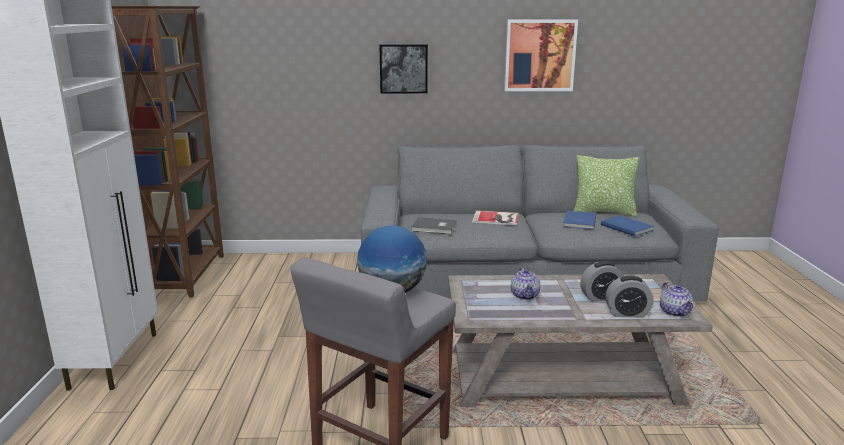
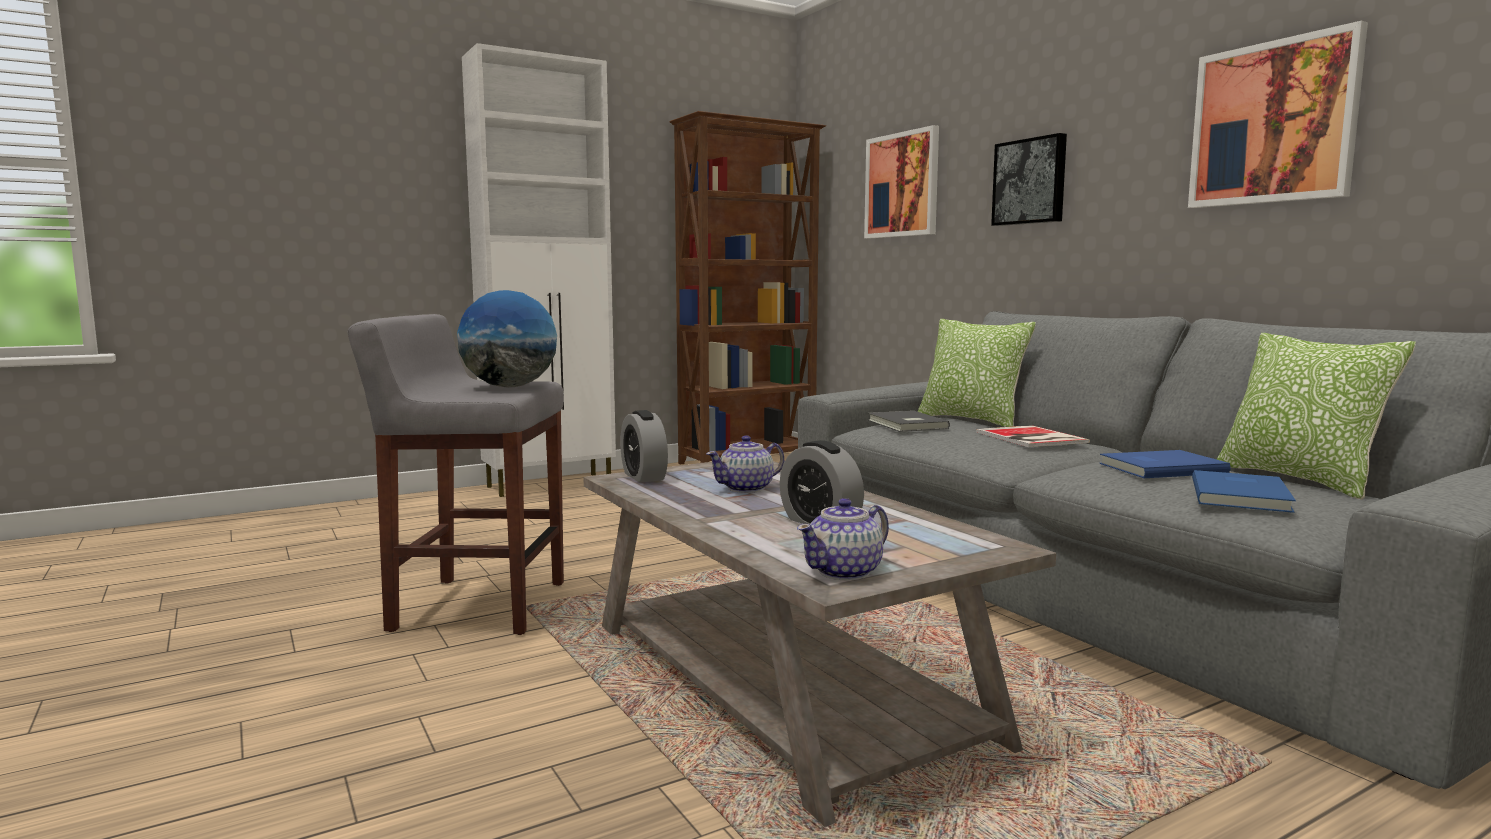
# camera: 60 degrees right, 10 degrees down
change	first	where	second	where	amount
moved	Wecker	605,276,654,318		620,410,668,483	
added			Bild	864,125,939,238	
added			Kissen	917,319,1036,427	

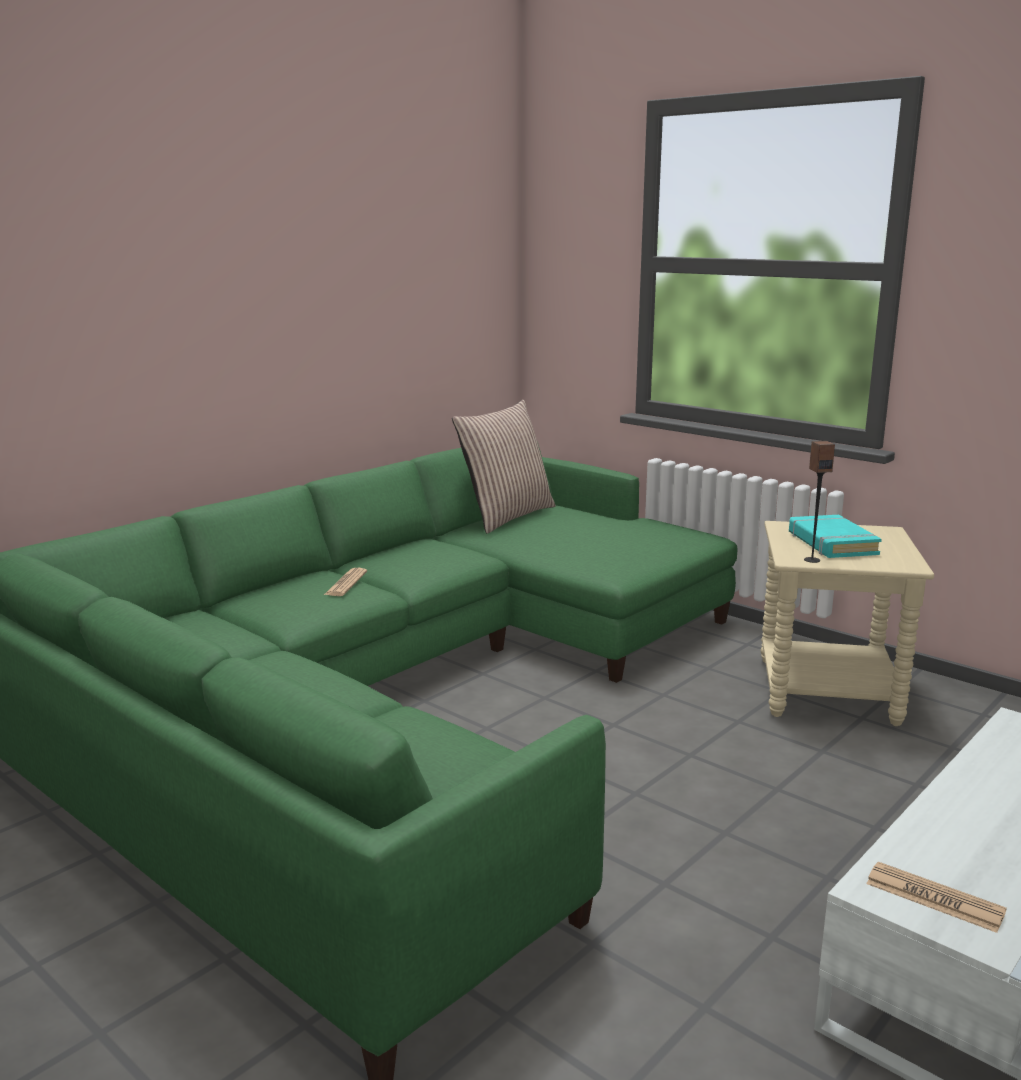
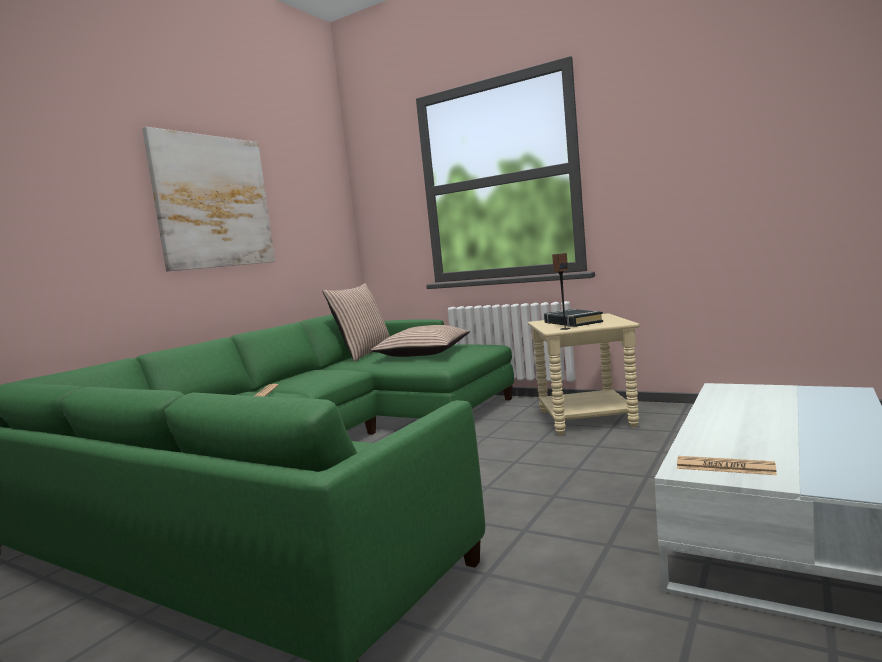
# camera: 10 degrees left, 10 degrees down
change	first	where	second	where	amount
added			Bild	142,127,275,271	
added			Kissen	371,325,470,357	
recoloured	Buch (türkis)	789,515,882,558	Buch (schwarz)	544,309,603,327	

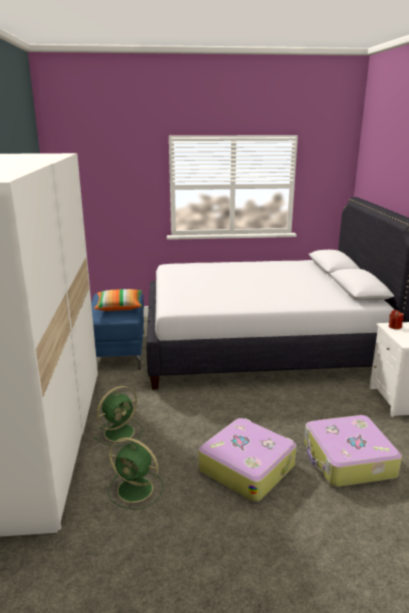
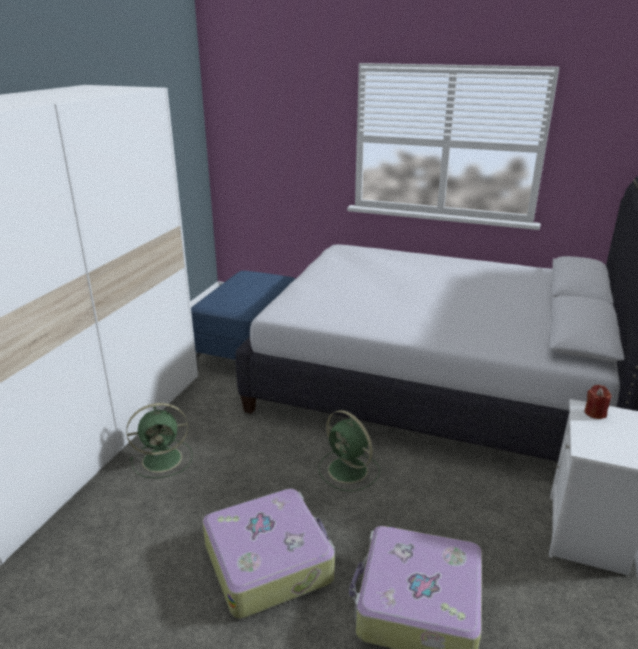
# camera: 25 degrees right, 5 degrees up
change	first	where	second	where	amount
moved	Ventilator (grün)	108,437,163,510		319,410,380,491	
removed	Kissen	94,289,142,311			

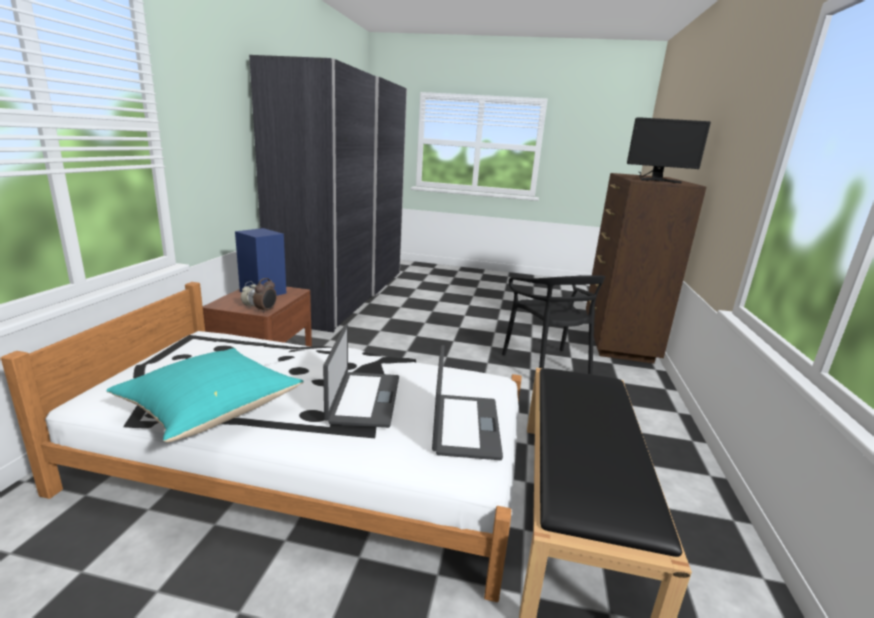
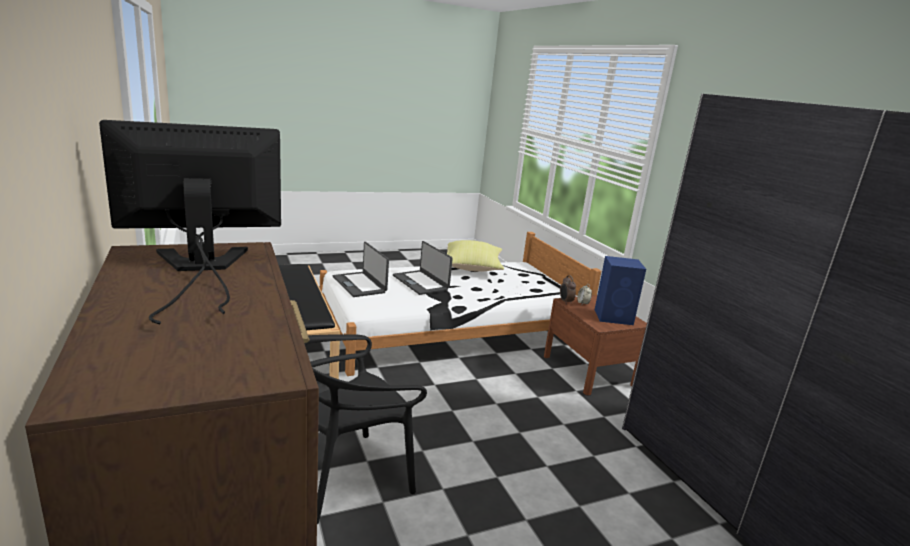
# camera: 145 degrees right, 0 degrees up
change	first	where	second	where	amount
turned	Stuhl (schwarz)	502,275,605,374		304,334,427,524	75 degrees counterclockwise
recoloured	Kissen (türkis)	106,348,304,442	Kissen (gelb)	447,240,504,272	

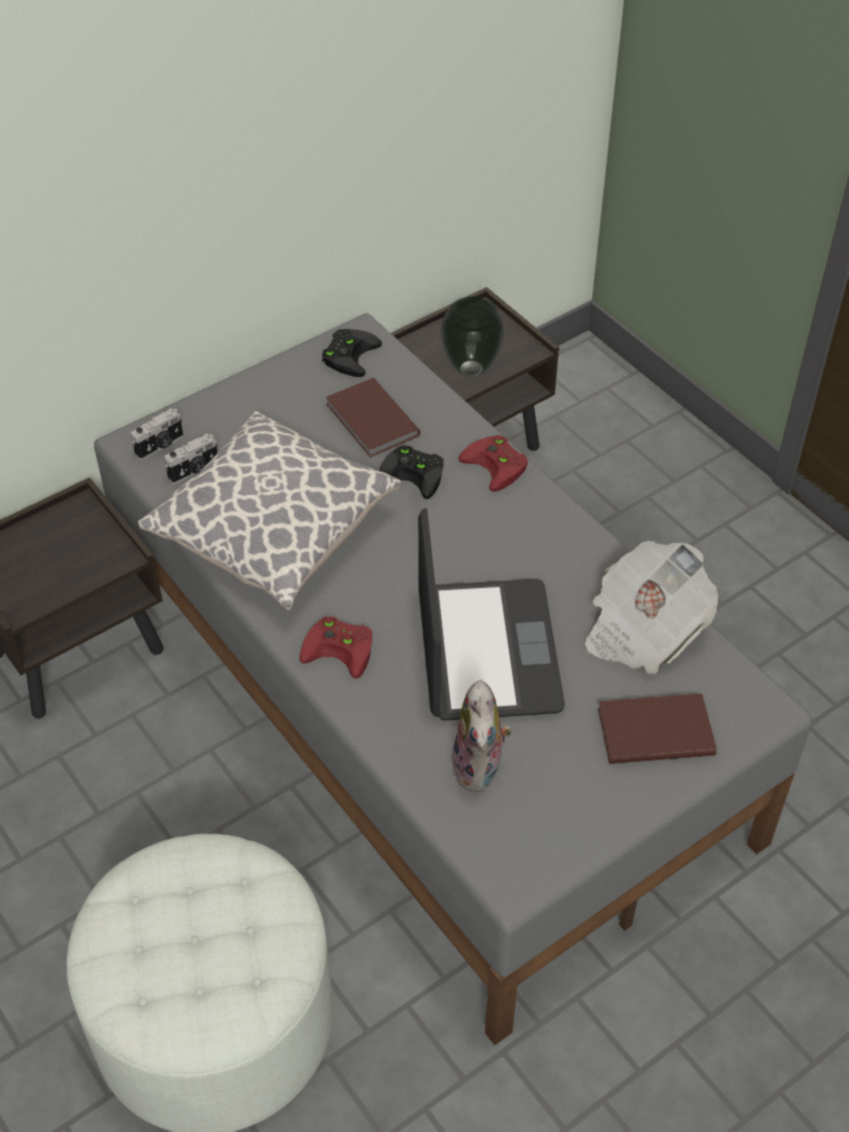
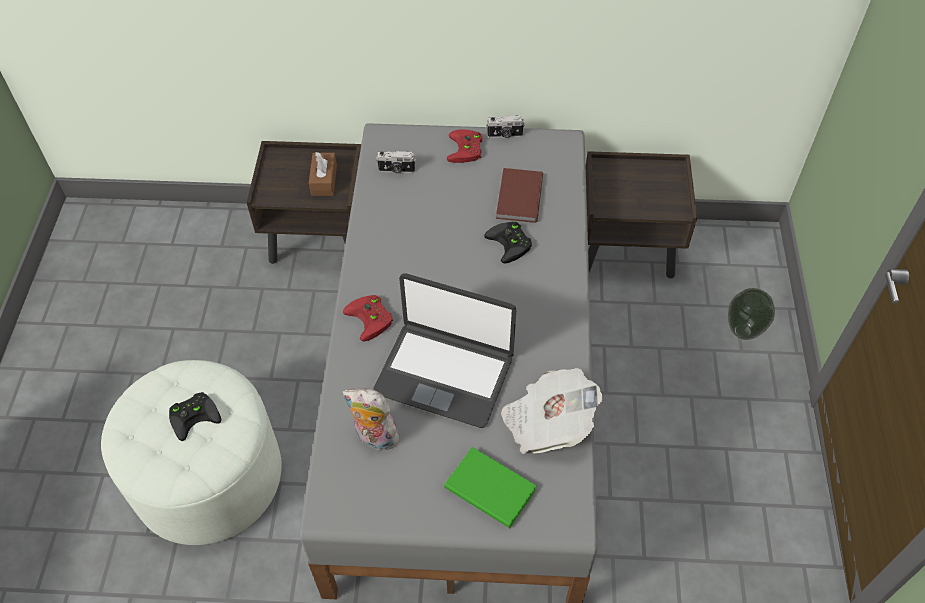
# camera: 40 degrees right, 5 degrees up
change	first	where	second	where	amount
moved	Gamepad (schwarz)	322,329,382,377		169,392,222,441	
added			Taschentuchbox (braun)	309,152,337,196	
turned	Plüschtier	451,680,512,792		342,388,401,450	75 degrees clockwise
turned	Laptop	418,508,565,721		373,273,516,428	75 degrees clockwise
recoloured	Buch (braun)	598,693,717,764	Buch (grün)	444,447,537,528	
moved	Gamepad (rot)	459,435,528,492		447,129,483,163	
moved	Kamera	131,408,183,460		486,116,525,138	
moved	Vase	440,296,504,377		728,288,775,340	
removed	Kissen	138,411,401,611			

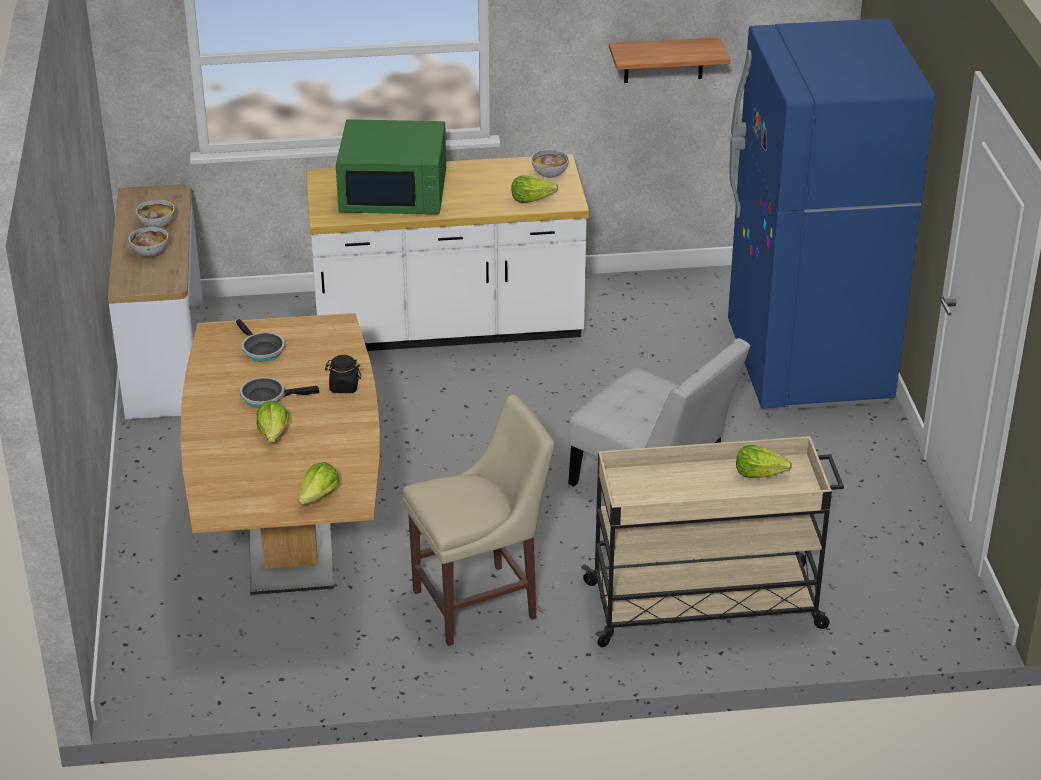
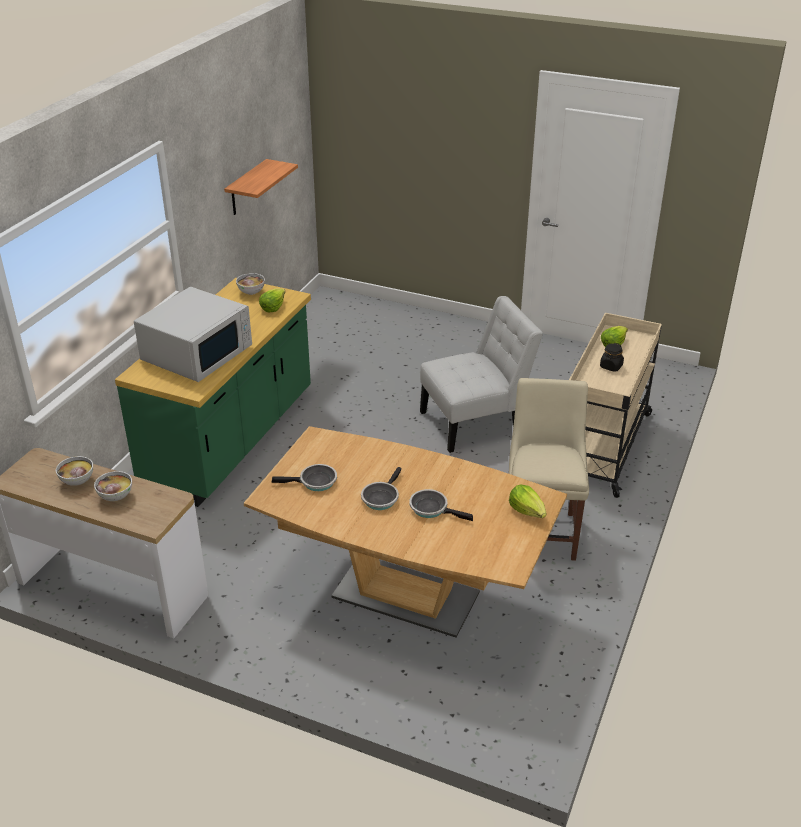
# camera: 60 degrees left, 0 degrees up
change	first	where	second	where	amount
recoloured	Küchenzeile (weiß)	306,154,589,351	Küchenzeile (grün)	115,278,311,507	
recoloured	Mikrowelle (grün)	336,119,446,215	Mikrowelle (weiß)	134,287,252,382	
replaced	Salatkopf	257,401,289,443	Pfanne	409,489,473,521	
moved	Vorratsglas (schwarz)	325,355,361,393		600,343,624,372	
removed	Kühlschrank (blau)	728,18,935,410			

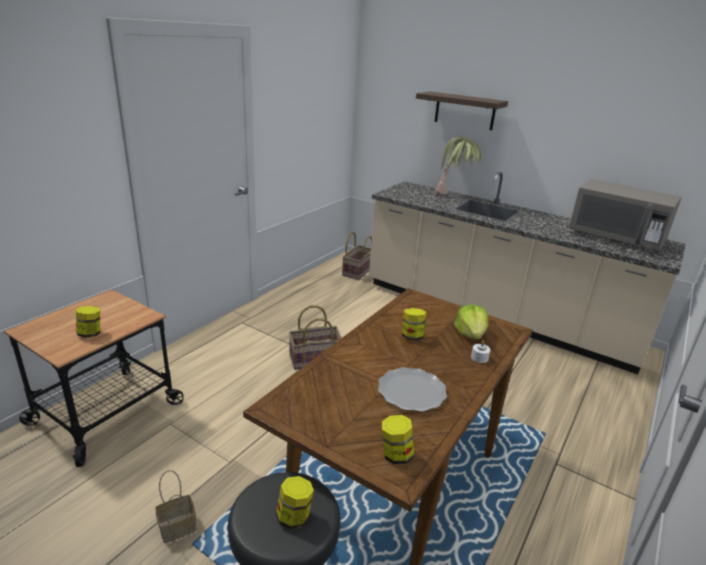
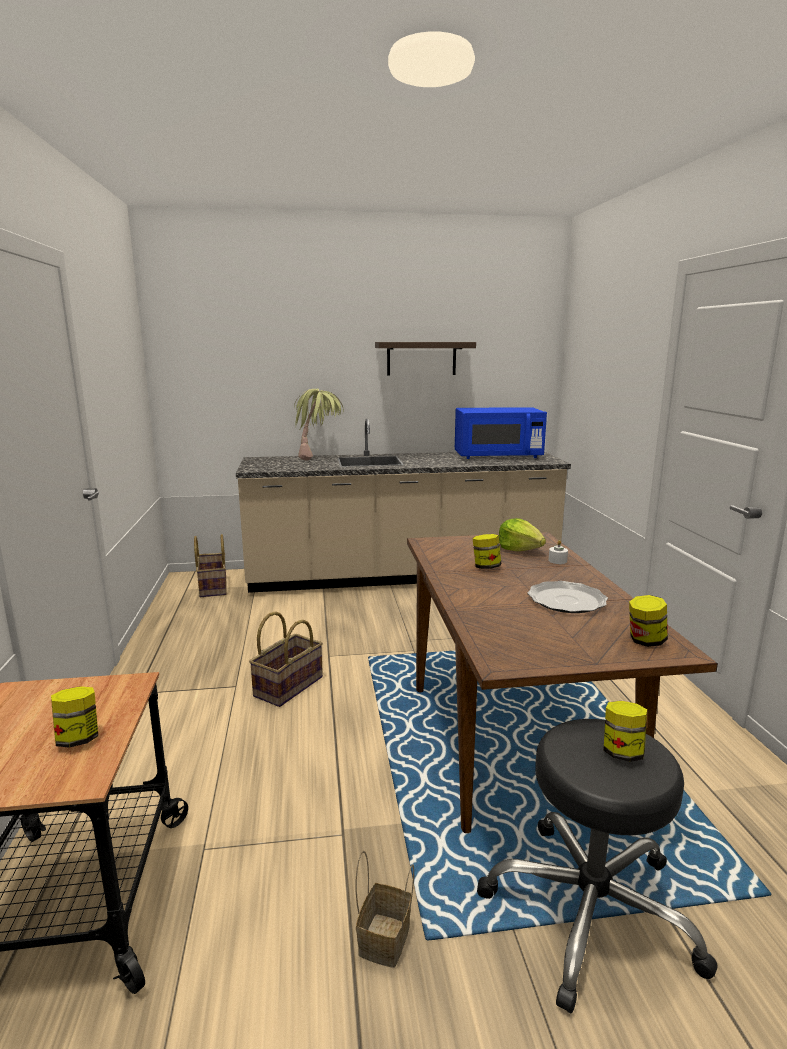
# camera: 40 degrees left, 10 degrees down
change	first	where	second	where	amount
moved	Wandregal	416,91,508,130		375,342,476,375	
recoloured	Mikrowelle (grau)	569,179,681,252	Mikrowelle (blau)	455,407,547,459	

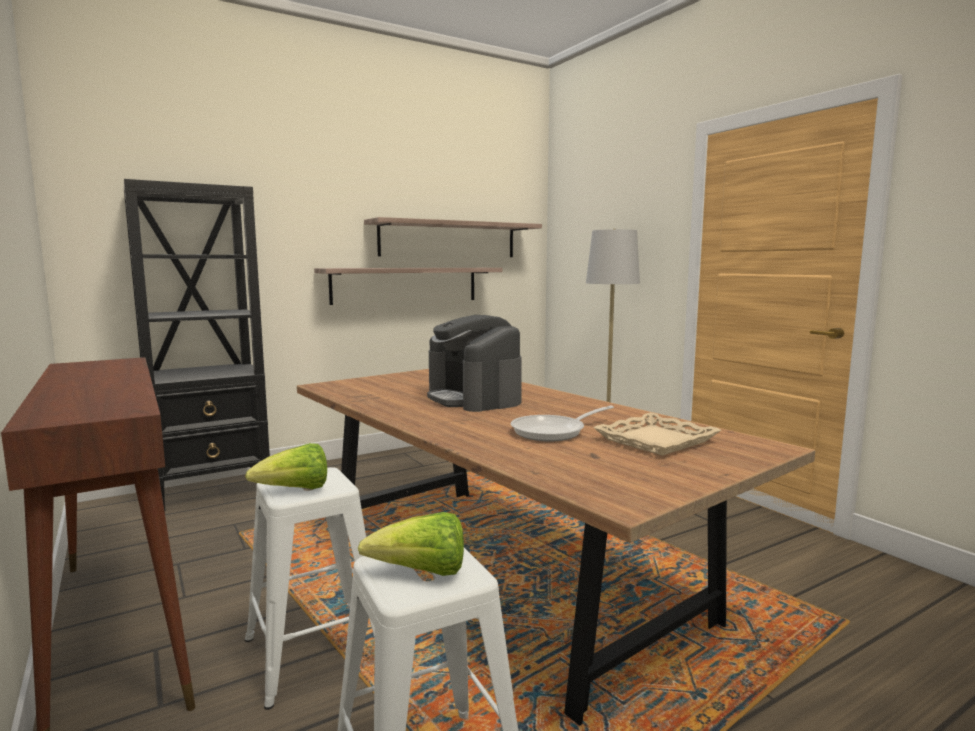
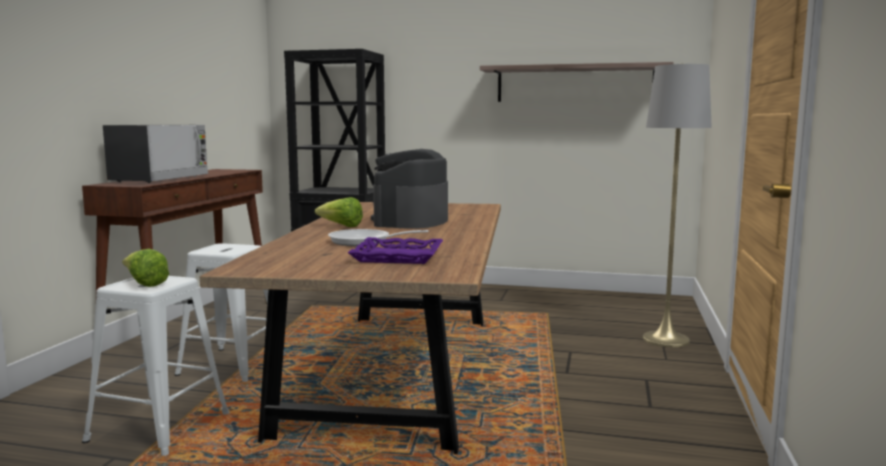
# camera: 45 degrees right, 0 degrees up
change	first	where	second	where	amount
added			Mikrowelle	103,125,208,183	
moved	Salatkopf	245,443,327,489		315,197,363,227	
recoloured	Tablett (beige)	593,412,721,456	Tablett (lila)	348,237,443,264	
removed	Wandregal	314,268,503,305			

